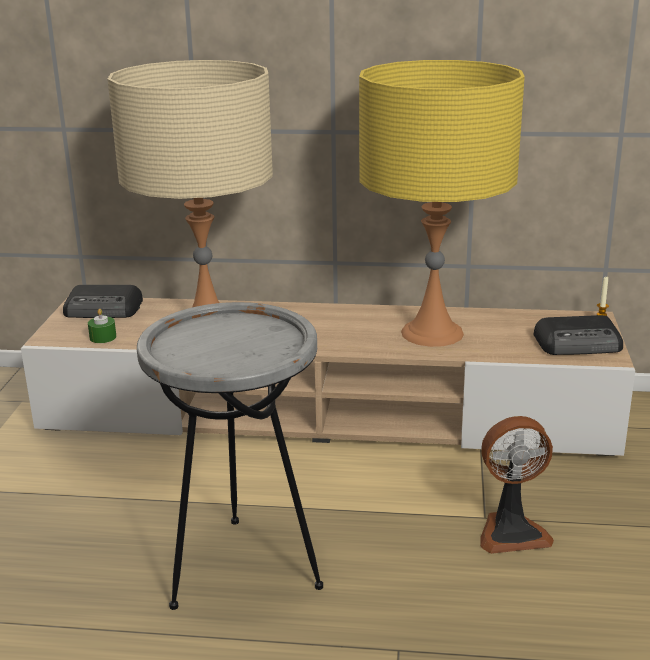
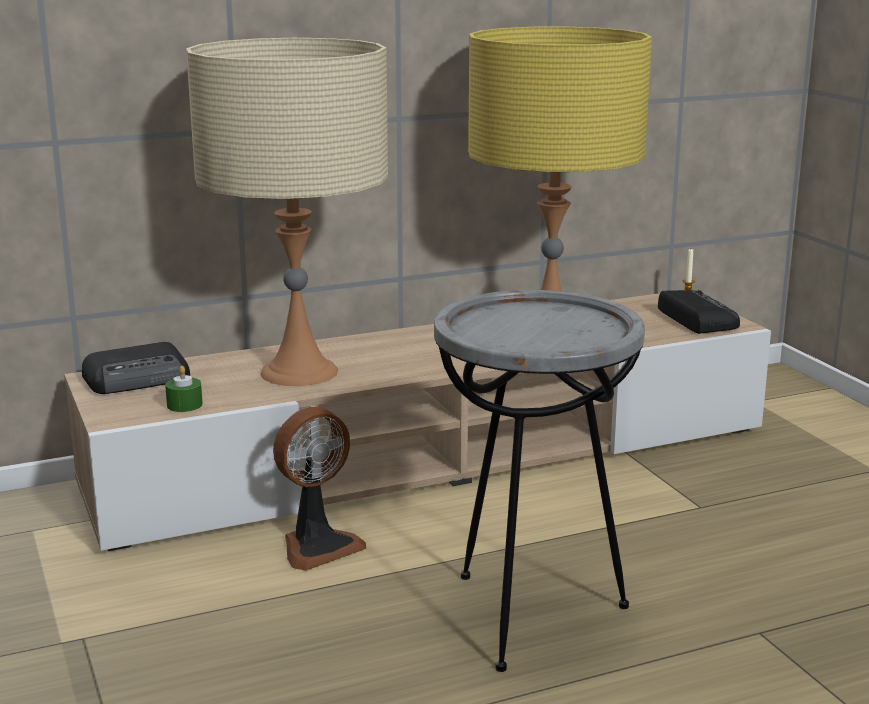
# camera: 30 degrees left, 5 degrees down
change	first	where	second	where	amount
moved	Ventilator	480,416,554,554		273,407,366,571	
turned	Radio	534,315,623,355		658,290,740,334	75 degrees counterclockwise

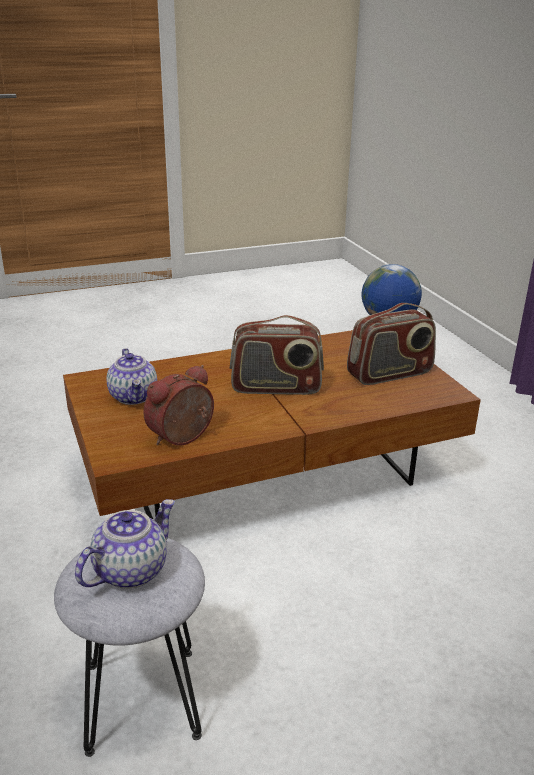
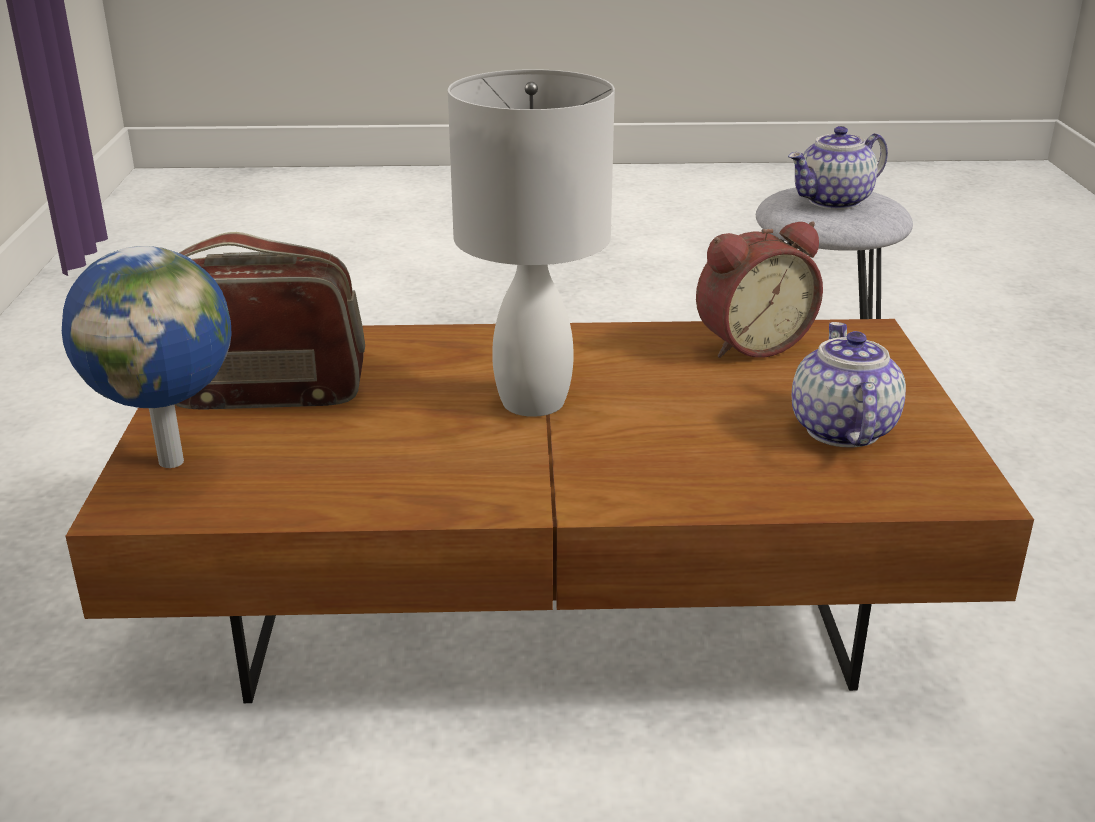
# camera: 160 degrees left, 0 degrees up
change	first	where	second	where	amount
replaced	Radio	230,315,324,395	Tischlampe (weiß)	448,69,615,417	

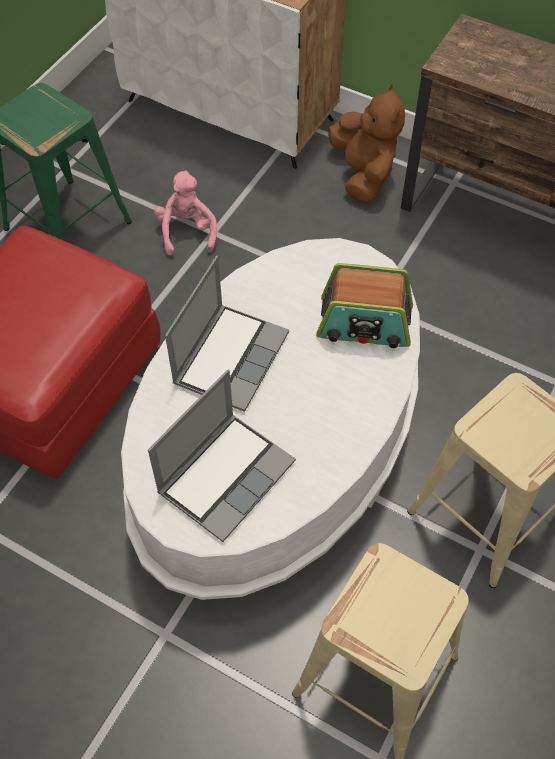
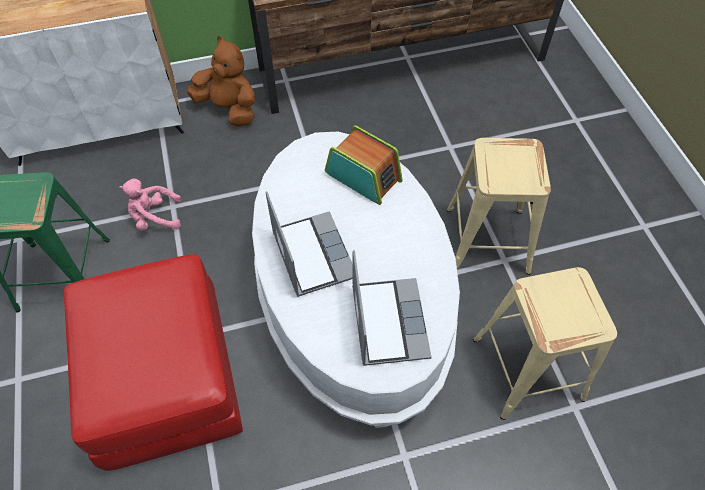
# camera: 45 degrees left, 0 degrees up
change	first	where	second	where	amount
turned	Plüschtier (rosa)	154,170,217,255		119,179,182,231	45 degrees counterclockwise
turned	Radio	316,263,413,348		325,125,403,205	105 degrees counterclockwise

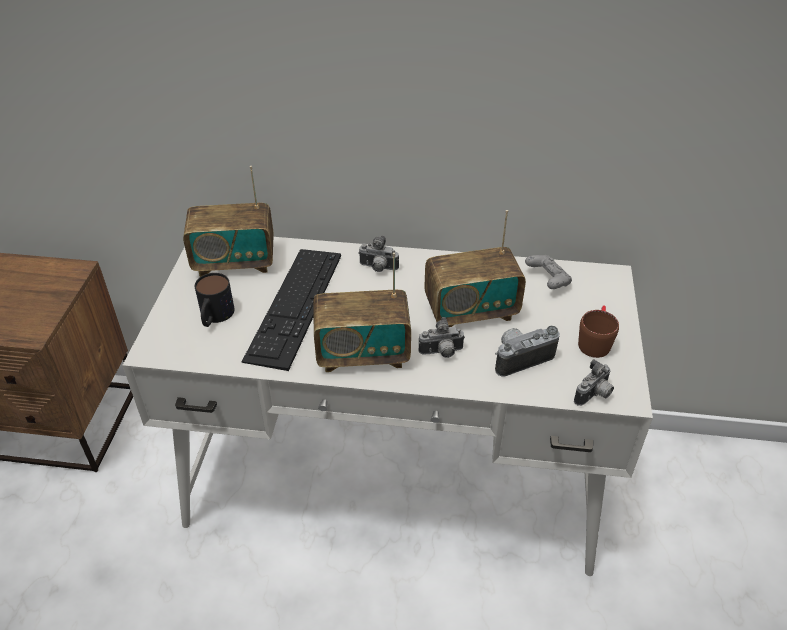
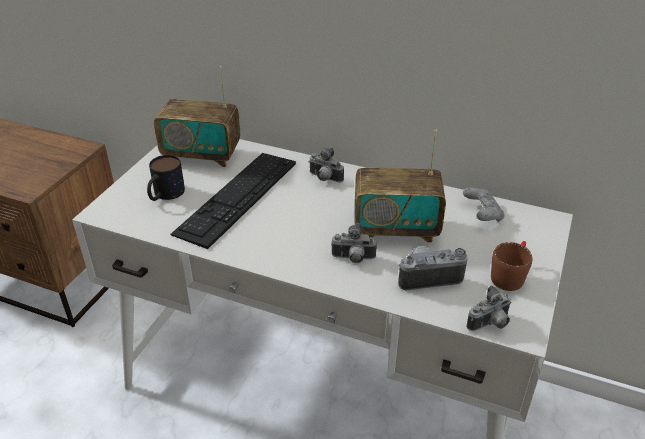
# camera: 15 degrees right, 5 degrees down
change	first	where	second	where	amount
removed	Radio	313,252,411,372			

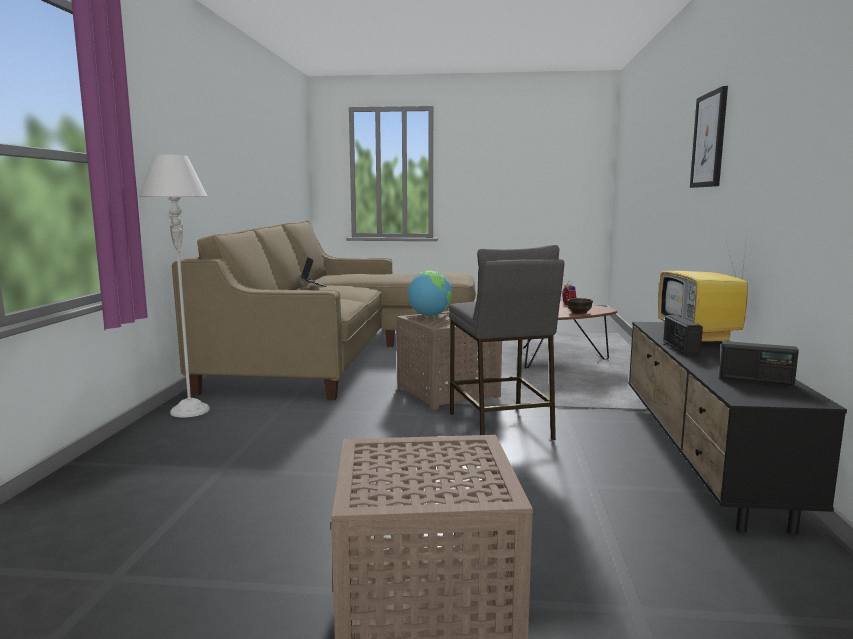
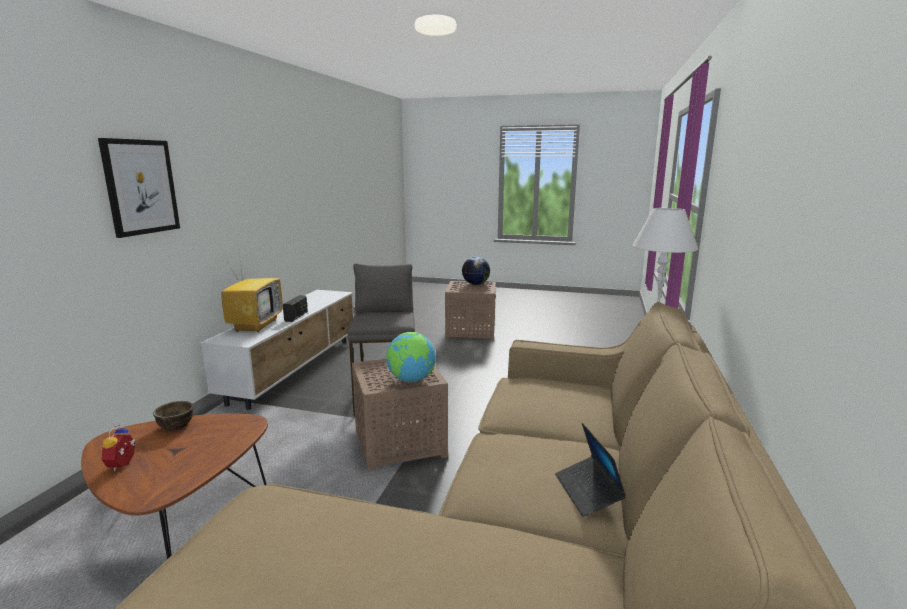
# camera: 170 degrees left, 5 degrees up
change	first	where	second	where	amount
recoloured	Fernsehschrank (schwarz)	629,322,847,535	Fernsehschrank (weiß)	201,290,354,410	
added			Globus	462,257,490,285	
removed	Radio	719,341,799,386			

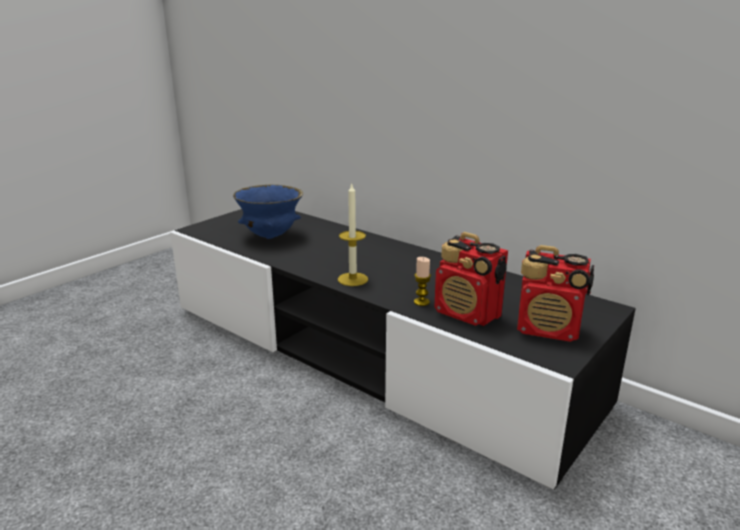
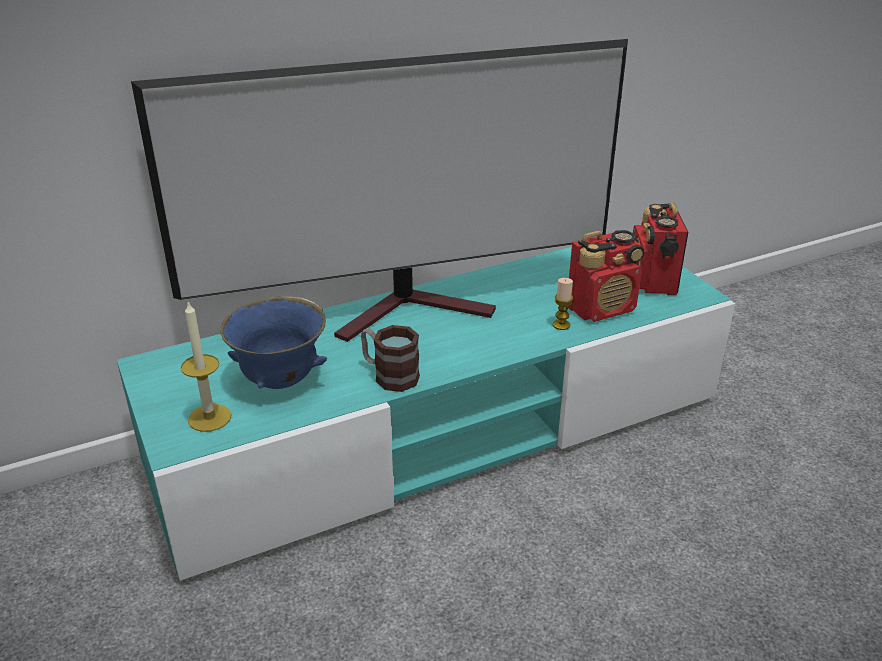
# camera: 65 degrees left, 10 degrees up
change	first	where	second	where	amount
recoloured	Fernsehschrank (schwarz)	170,209,636,490	Fernsehschrank (türkis)	117,232,735,581	
added			Fernseher	131,39,628,342	
moved	Kerze	338,182,368,286		181,302,231,432	
added			Henkelbecher	361,325,420,392	
turned	Radio	517,245,594,342		633,202,688,295	135 degrees clockwise

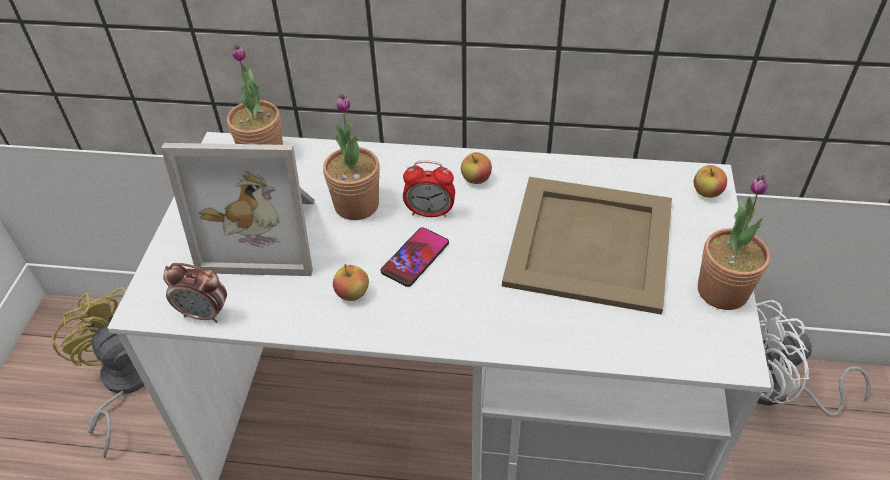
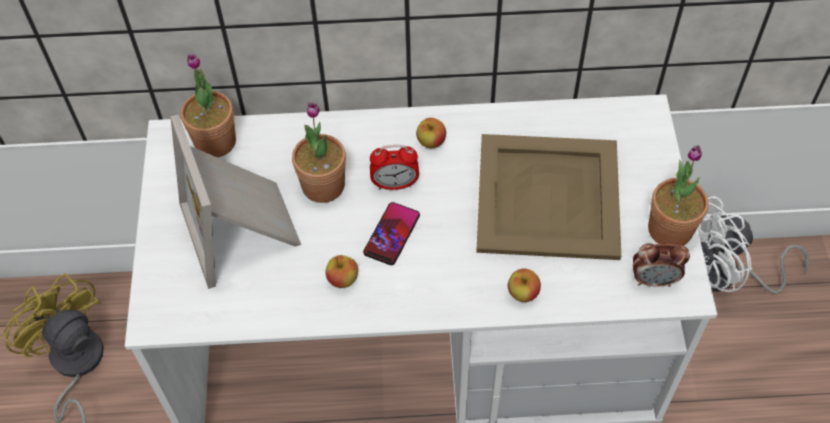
# camera: 10 degrees left, 10 degrees up
change	first	where	second	where	amount
turned	Bilderrahmen	161,143,315,276		170,115,301,289	75 degrees clockwise
moved	Apfel	694,165,727,198		508,269,541,302	
moved	Wecker	163,263,227,323		633,243,690,287	

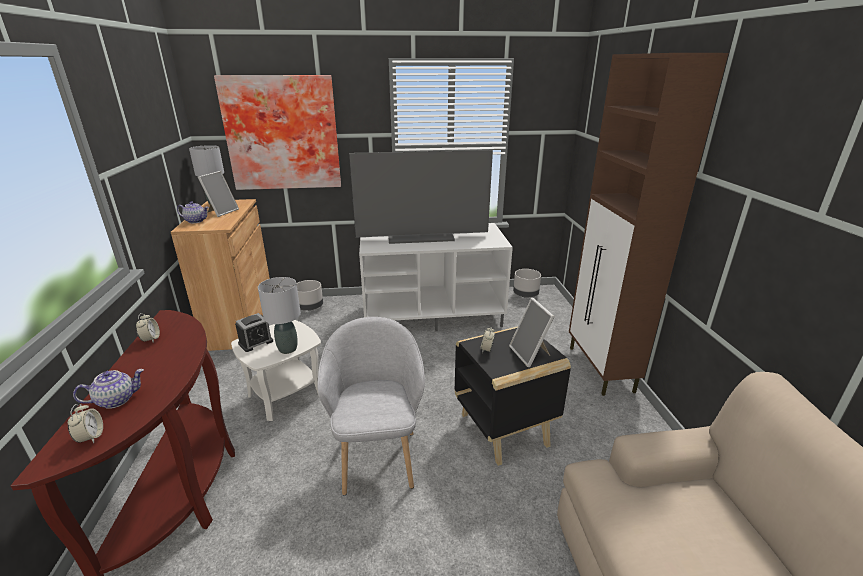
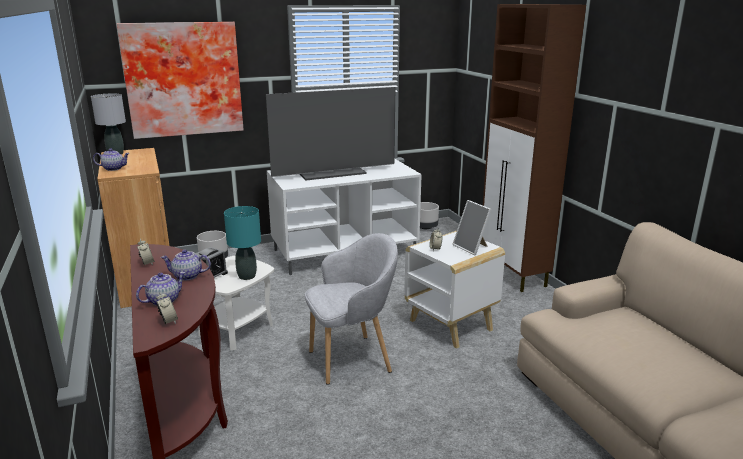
# camera: 15 degrees left, 5 degrees down
change	first	where	second	where	amount
added			Teekanne	161,250,211,281	
recoloured	Tischlampe (grau)	258,277,301,354	Tischlampe (türkis)	224,206,261,280	
turned	Sessel (grau)	318,317,425,495		305,233,398,385	90 degrees clockwise
recoloured	Beistelltisch (schwarz)	455,326,571,466	Beistelltisch (weiß)	404,231,505,349	
removed	Bilderrahmen	198,171,239,217			

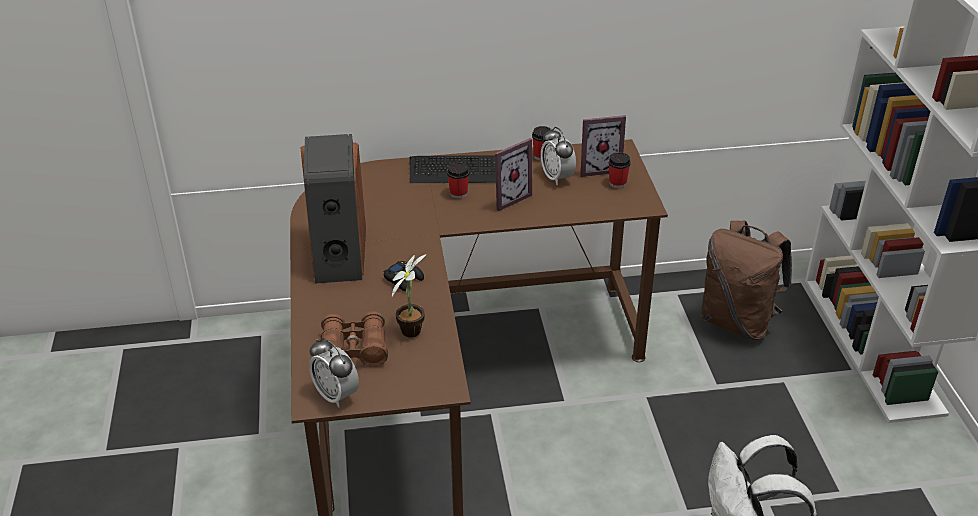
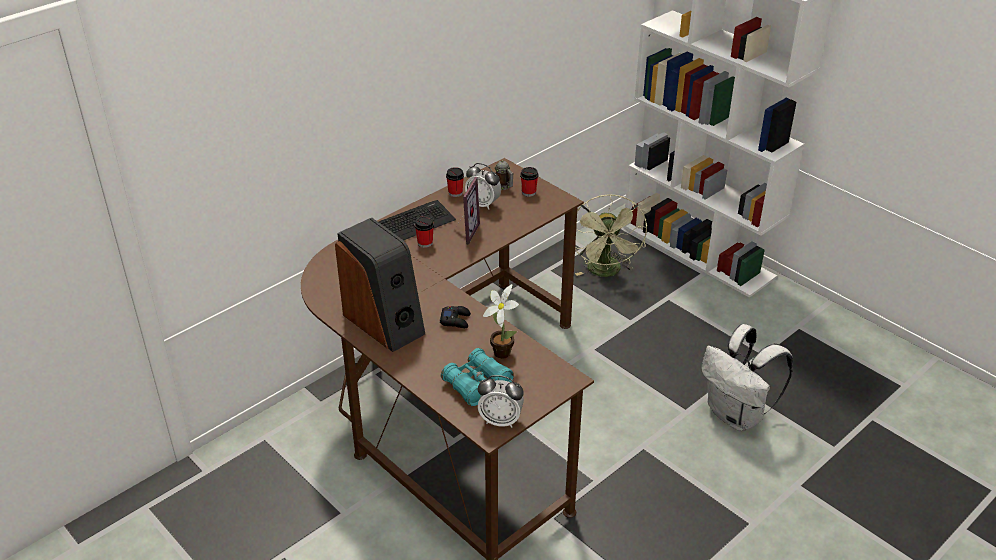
# camera: 35 degrees left, 0 degrees up
change	first	where	second	where	amount
recoloured	Fernglas (braun)	321,311,388,367	Fernglas (türkis)	441,348,514,406	
replaced	Bilderrahmen	580,115,626,177	Henkelbecher	495,160,514,190	
replaced	Rucksack (braun)	701,221,792,340	Ventilator (grün)	575,194,647,277	

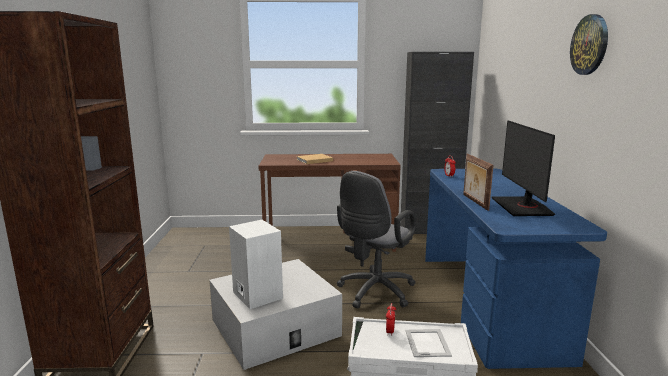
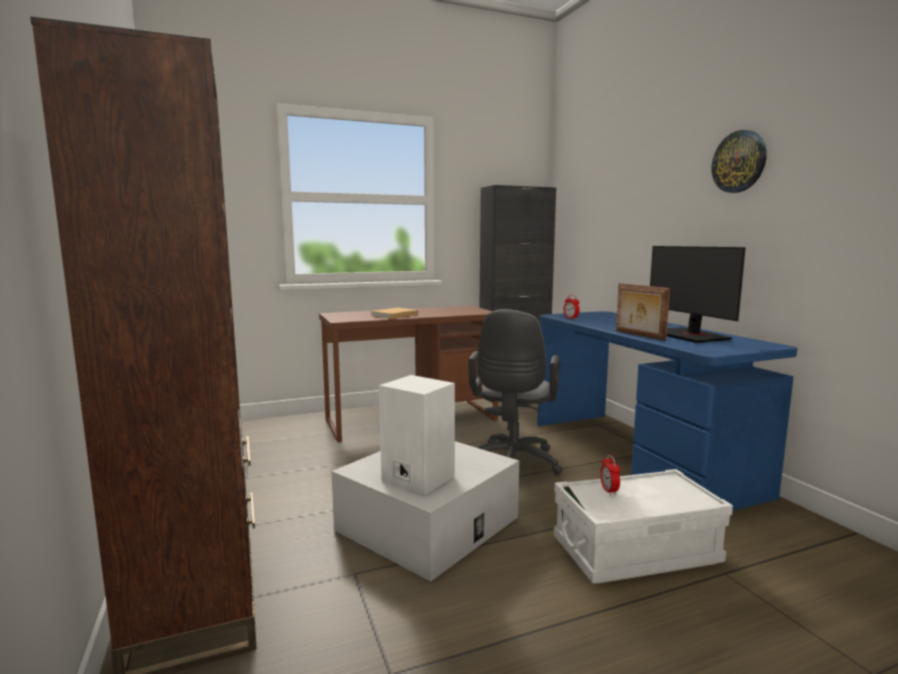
# camera: 20 degrees left, 5 degrees down
change	first	where	second	where	amount
removed	Bilderrahmen	405,329,452,357			

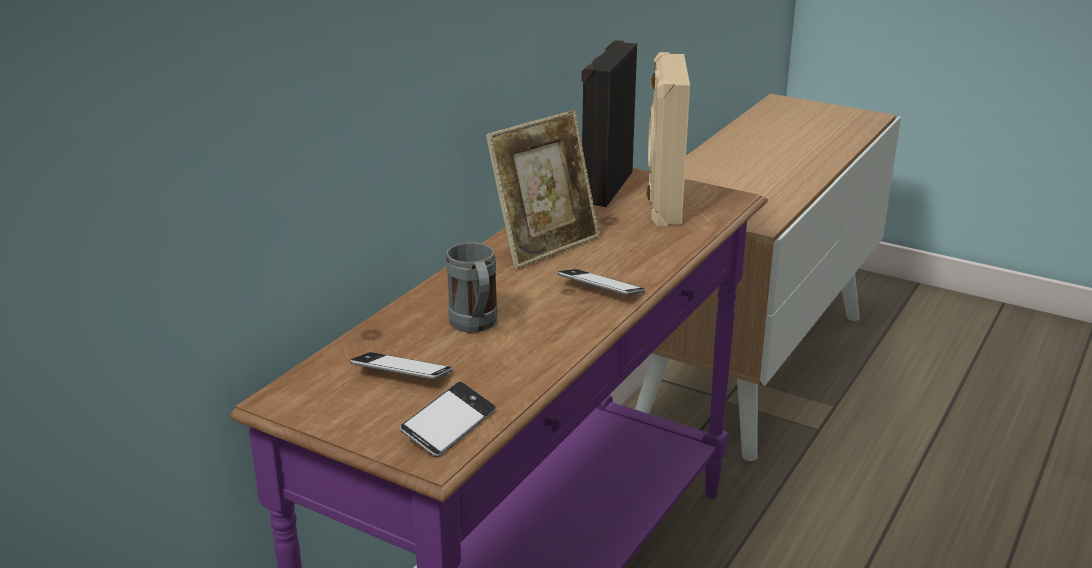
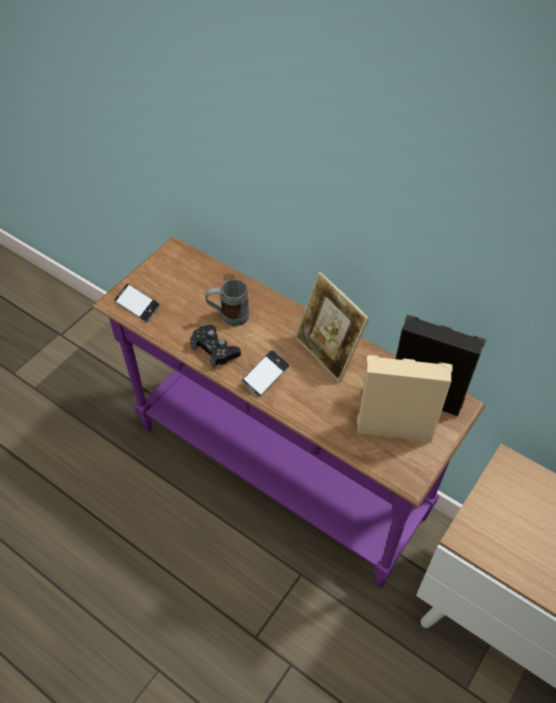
# camera: 95 degrees right, 25 degrees up
change	first	where	second	where	amount
added			Gamepad (schwarz)	190,325,241,369	
removed	Handy	350,352,452,379			

